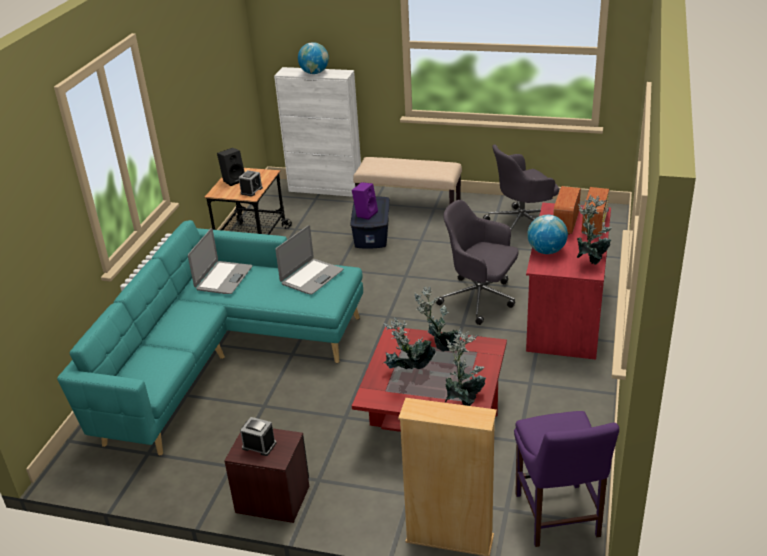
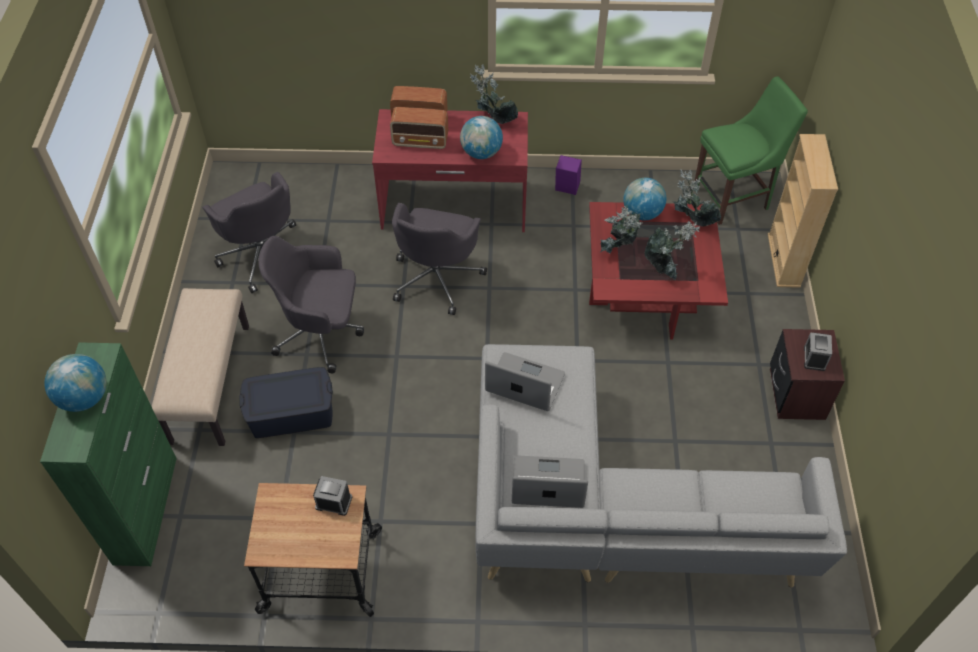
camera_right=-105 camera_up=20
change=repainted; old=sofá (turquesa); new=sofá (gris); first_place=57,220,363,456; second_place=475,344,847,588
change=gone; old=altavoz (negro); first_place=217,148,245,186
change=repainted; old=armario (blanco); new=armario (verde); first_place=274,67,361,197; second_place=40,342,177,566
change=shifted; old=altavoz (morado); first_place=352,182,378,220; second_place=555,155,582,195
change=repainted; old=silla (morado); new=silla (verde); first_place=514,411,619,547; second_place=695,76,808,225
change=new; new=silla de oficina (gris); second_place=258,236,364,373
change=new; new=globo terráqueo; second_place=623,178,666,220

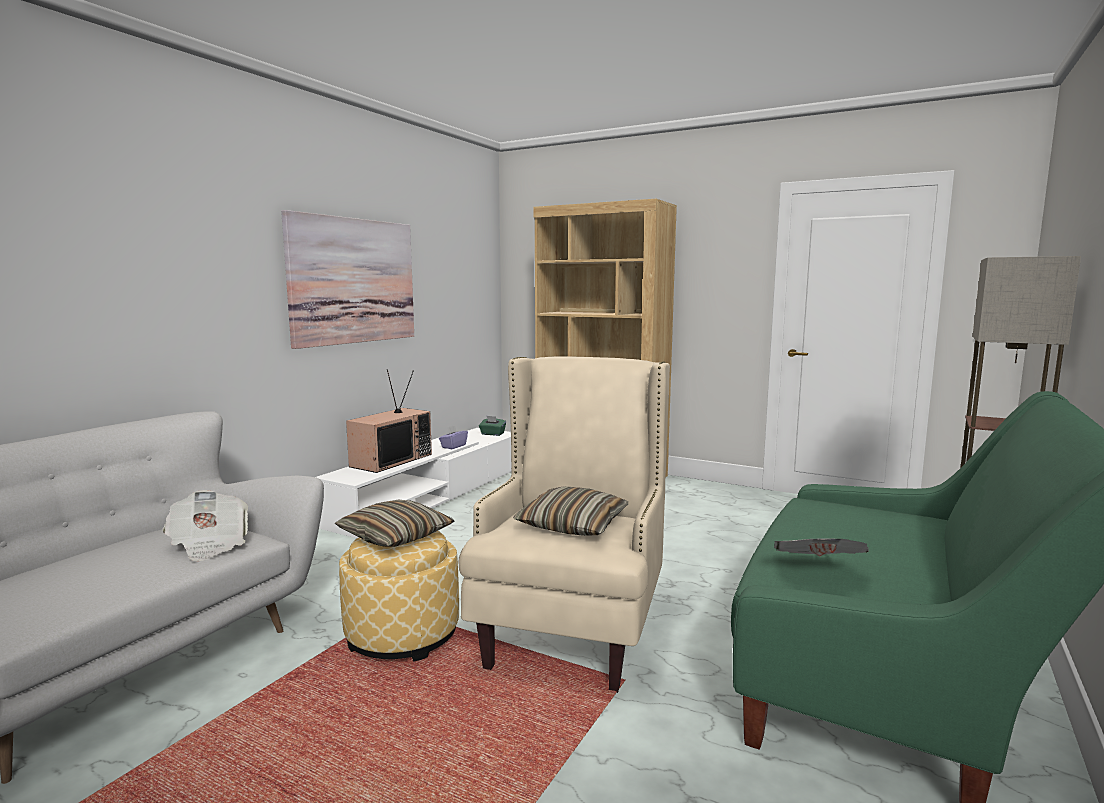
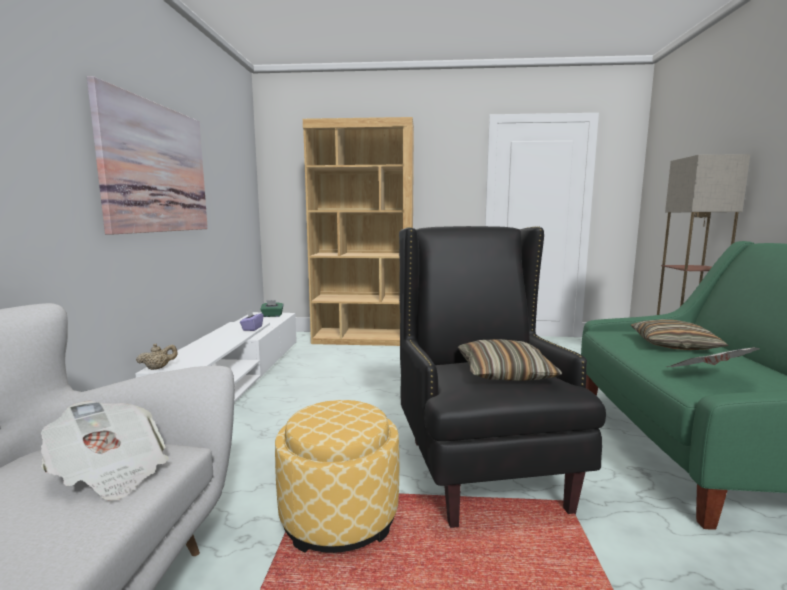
camera_right=-25 camera_up=0
change=shifted; old=cojín; first_place=335,500,454,547; second_place=631,319,729,350
change=gone; old=televisor; first_place=346,369,432,473
change=repainted; old=sillón (beis); new=sillón (negro); first_place=459,356,670,693; second_place=399,226,606,528
change=new; new=tetera (beis); second_place=136,343,178,370

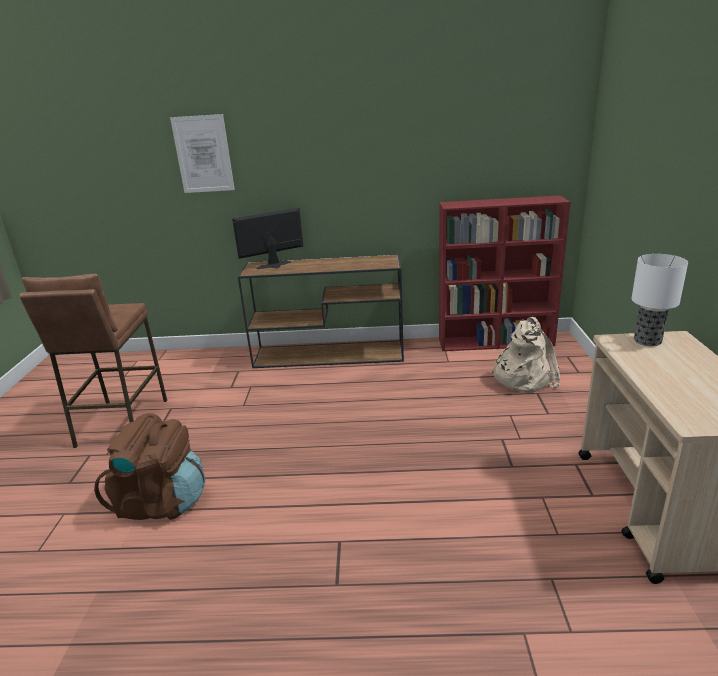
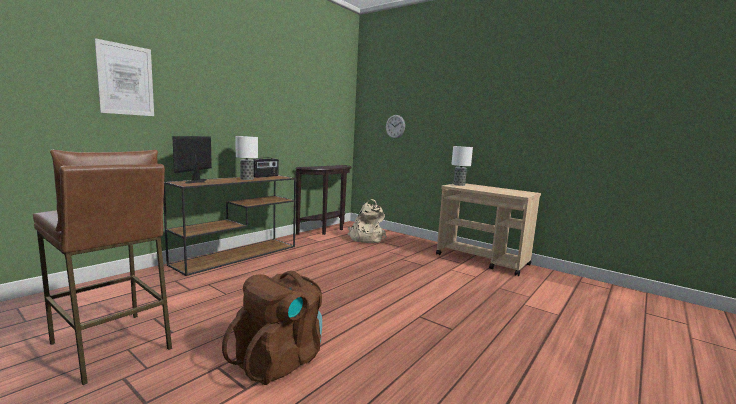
camera_right=-55 camera_up=-15
change=swapped; old=estantería (rojo); new=mesa consola (marrón); first_place=439,195,571,351; second_place=295,165,352,235
change=new; new=lámpara de mesa; second_place=235,136,258,180
change=new; new=radio; second_place=252,158,279,178
change=new; new=reloj de pared; second_place=386,115,405,138

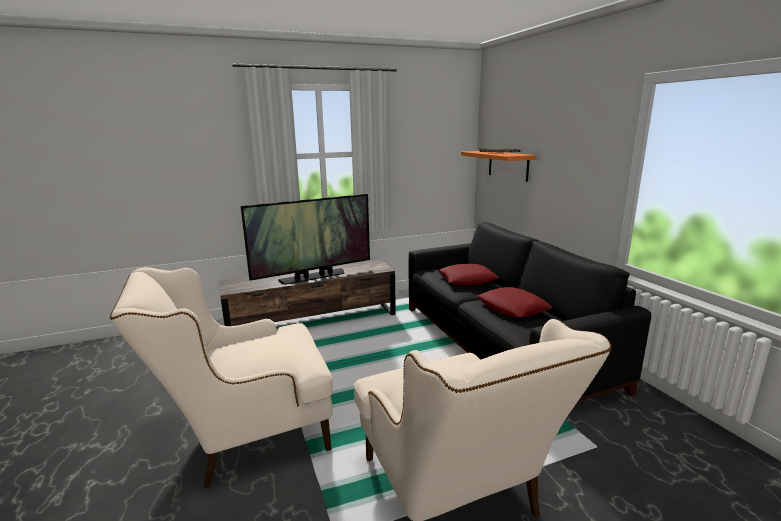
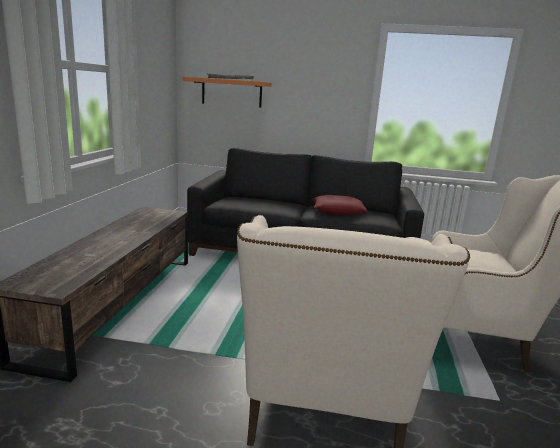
camera_right=-60 camera_up=0
change=gone; old=televisor; first_place=241,194,370,285
change=gone; old=cojín (rojo); first_place=438,264,499,286

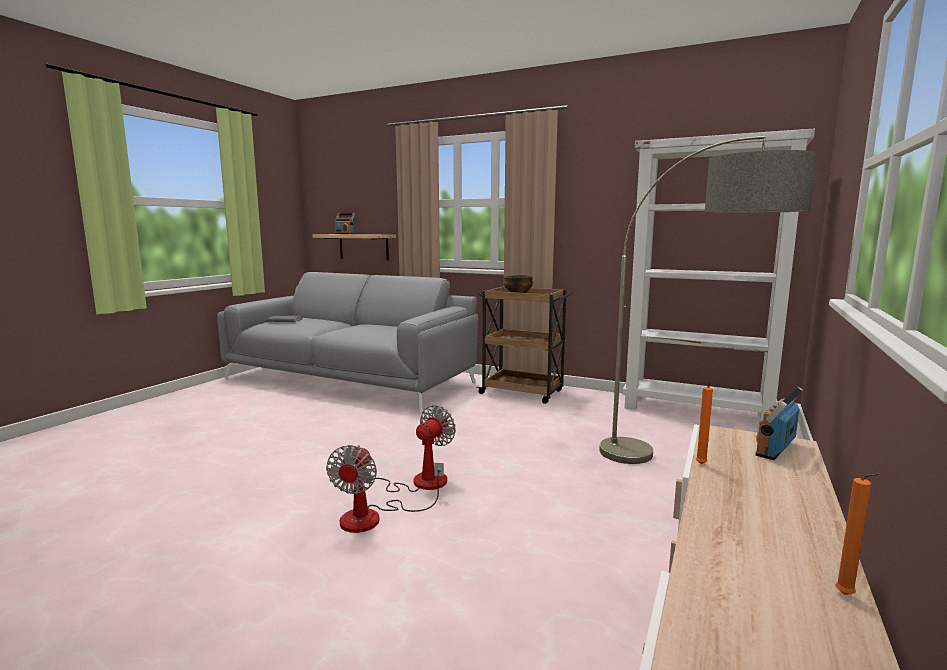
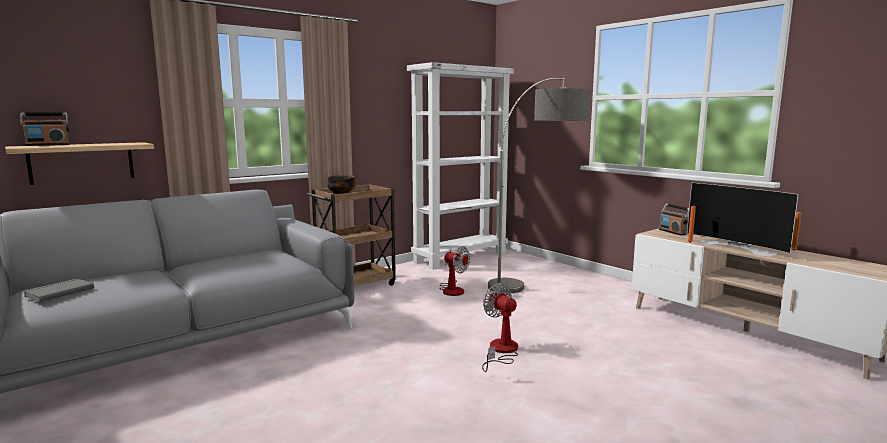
camera_right=-65 camera_up=0
change=shifted; old=ventilador; first_place=326,445,444,533; second_place=440,246,470,296
change=new; new=televisor; second_place=687,183,799,256

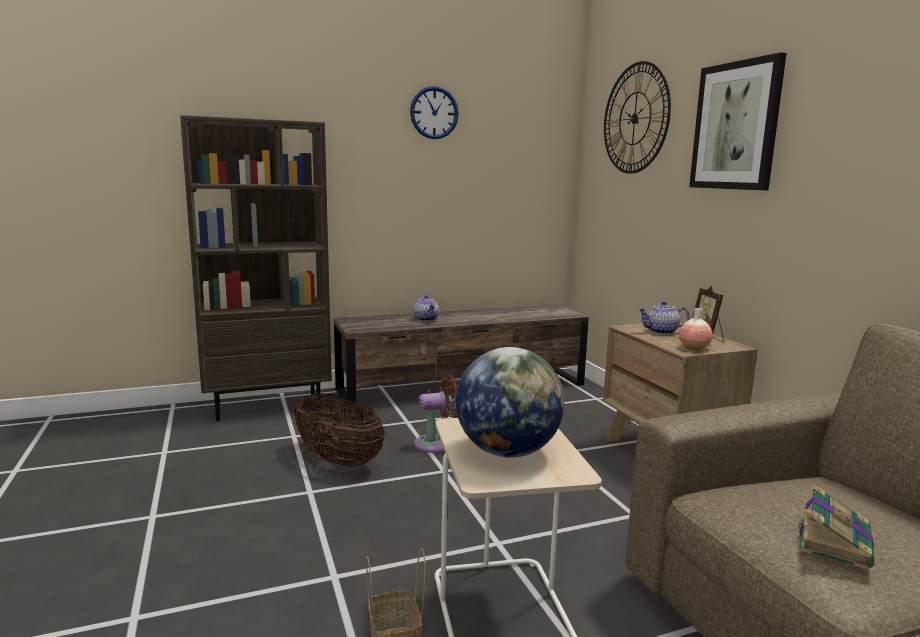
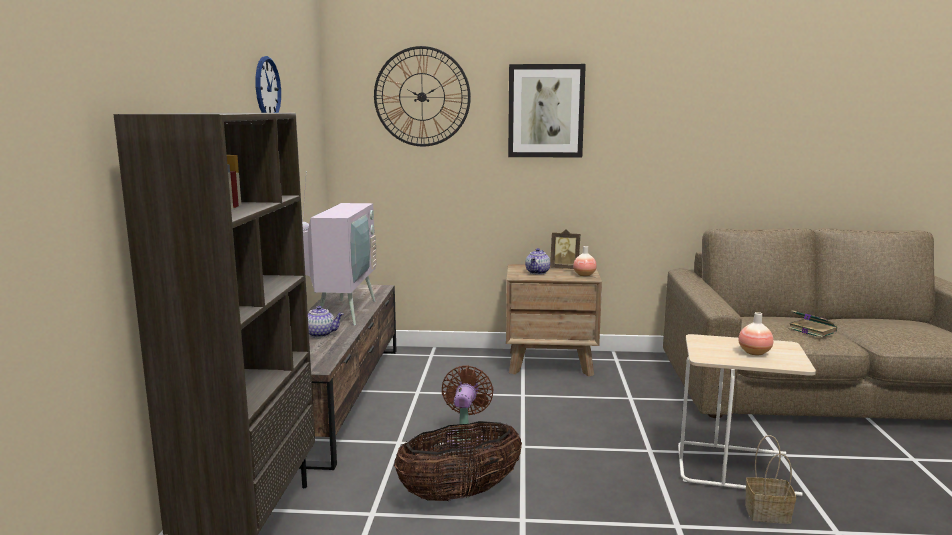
camera_right=-65 camera_up=0
change=swapped; old=globo terráqueo; new=florero; first_place=456,347,564,458; second_place=738,312,774,355
change=new; new=televisor; second_place=302,171,377,326

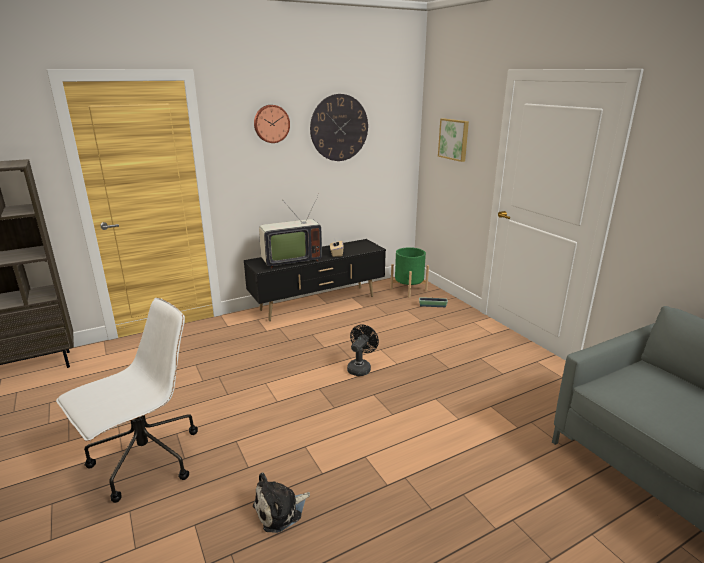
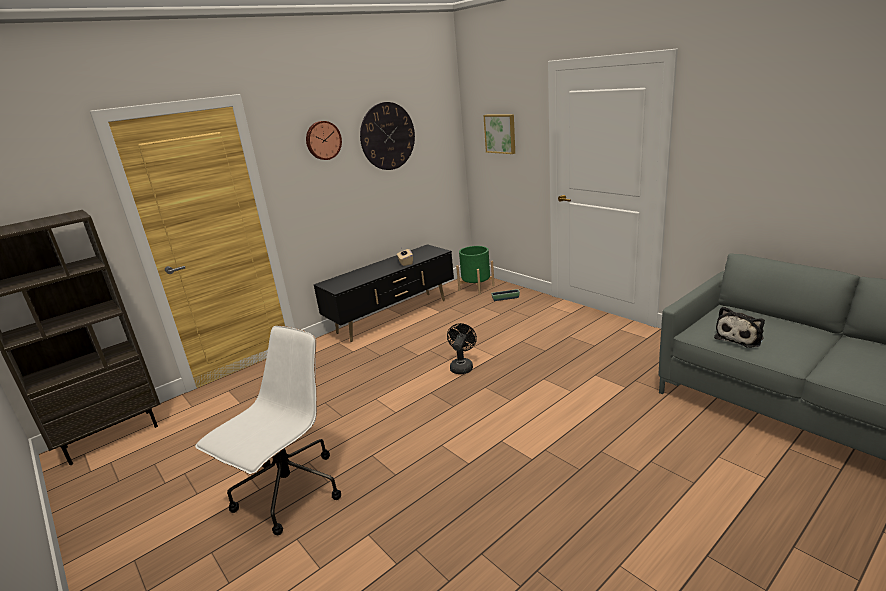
camera_right=-10 camera_up=0
change=shifted; old=peluche; first_place=253,472,310,533; second_place=714,307,765,348
change=gone; old=televisor; first_place=259,194,322,269

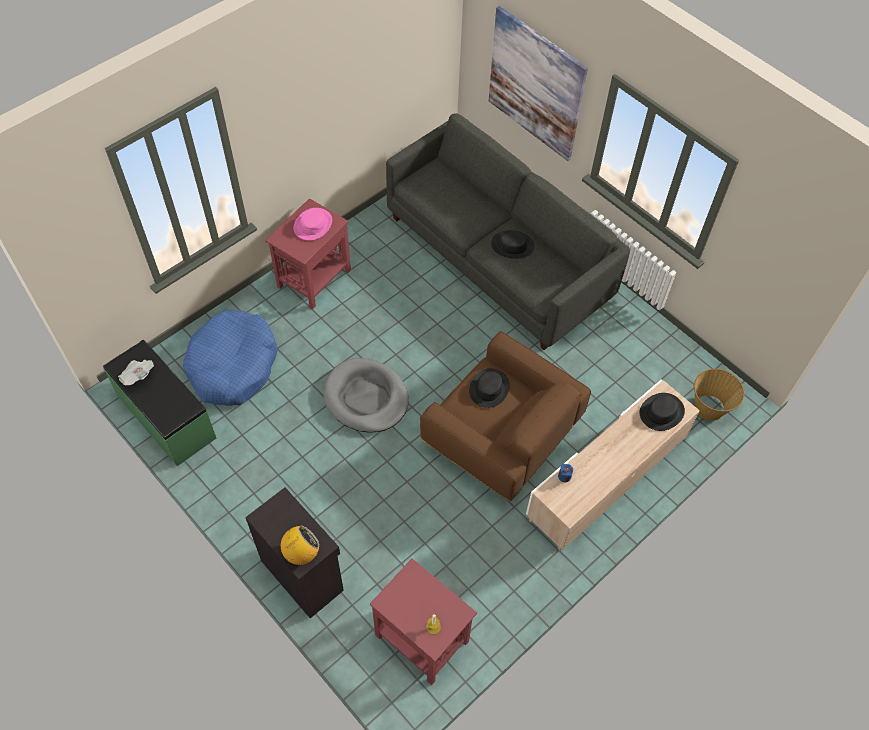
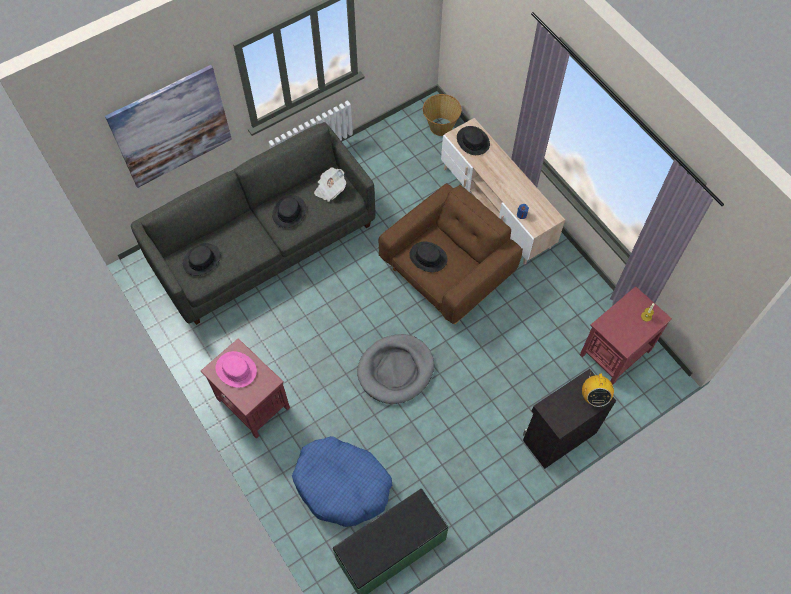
camera_right=-80 camera_up=5
change=shifted; old=periódico; first_place=118,360,154,385; second_place=314,167,346,202
change=rotated; old=radio; first_place=281,526,320,565; second_place=582,371,614,407; degrees=-150
change=new; new=sombrero (negro); second_place=183,243,220,276

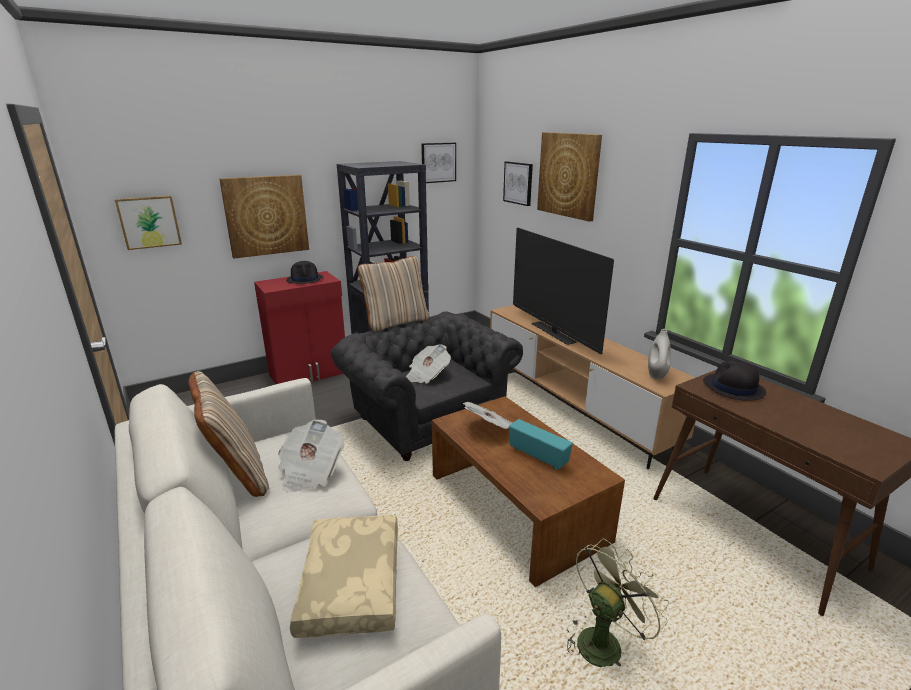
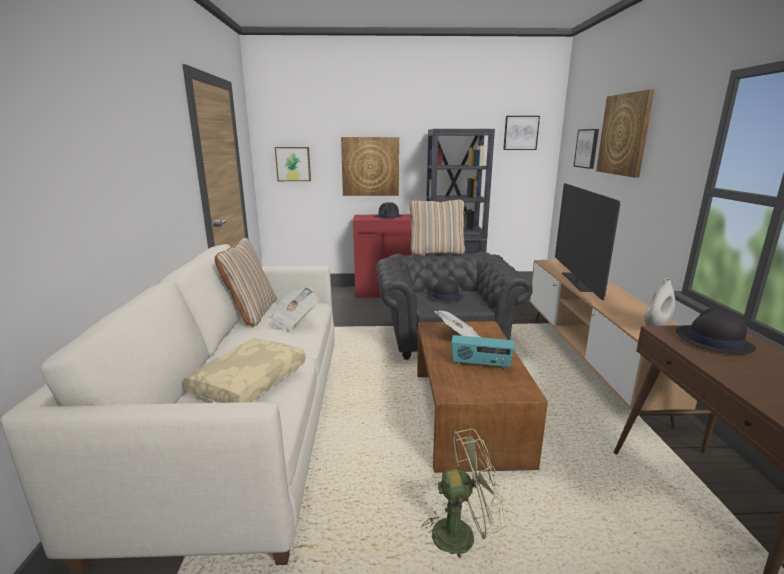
camera_right=30 camera_up=-5
change=swapped; old=periódico; new=sombrero (negro); first_place=406,344,451,383; second_place=427,278,464,302
change=rotated; old=radio; first_place=509,419,573,470; second_place=451,335,514,370; degrees=120

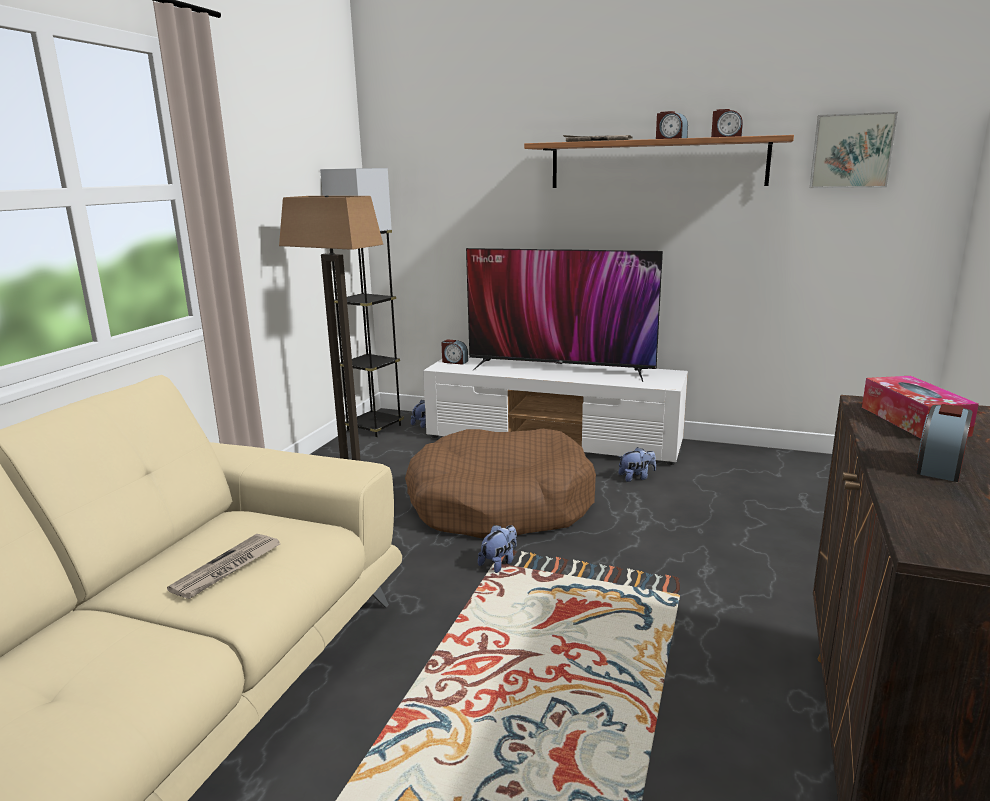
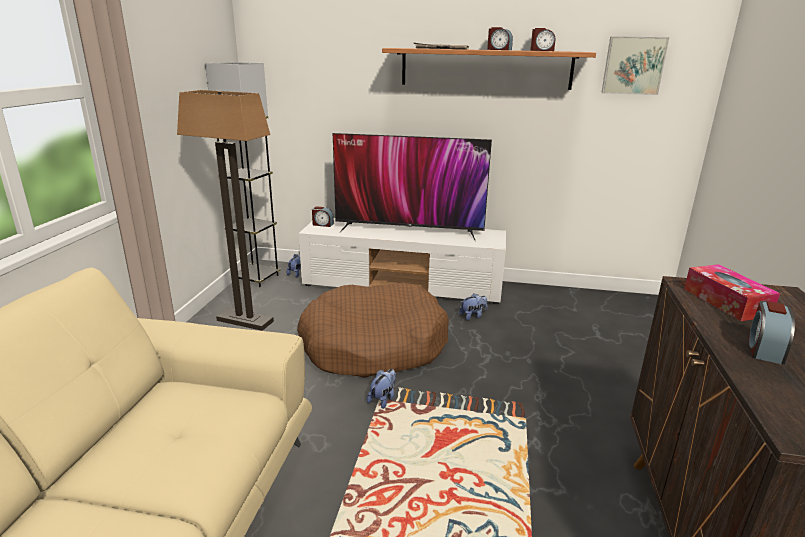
camera_right=-10 camera_up=5
change=gone; old=periódico; first_place=167,534,280,599

